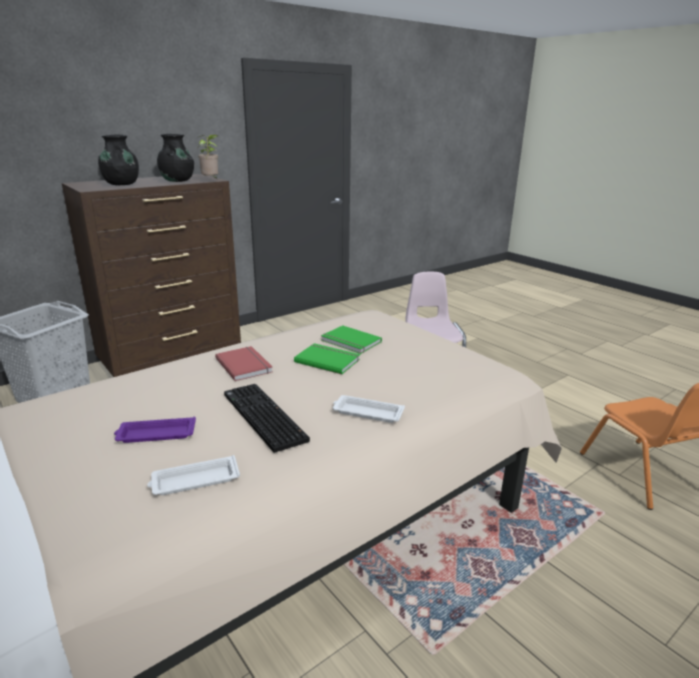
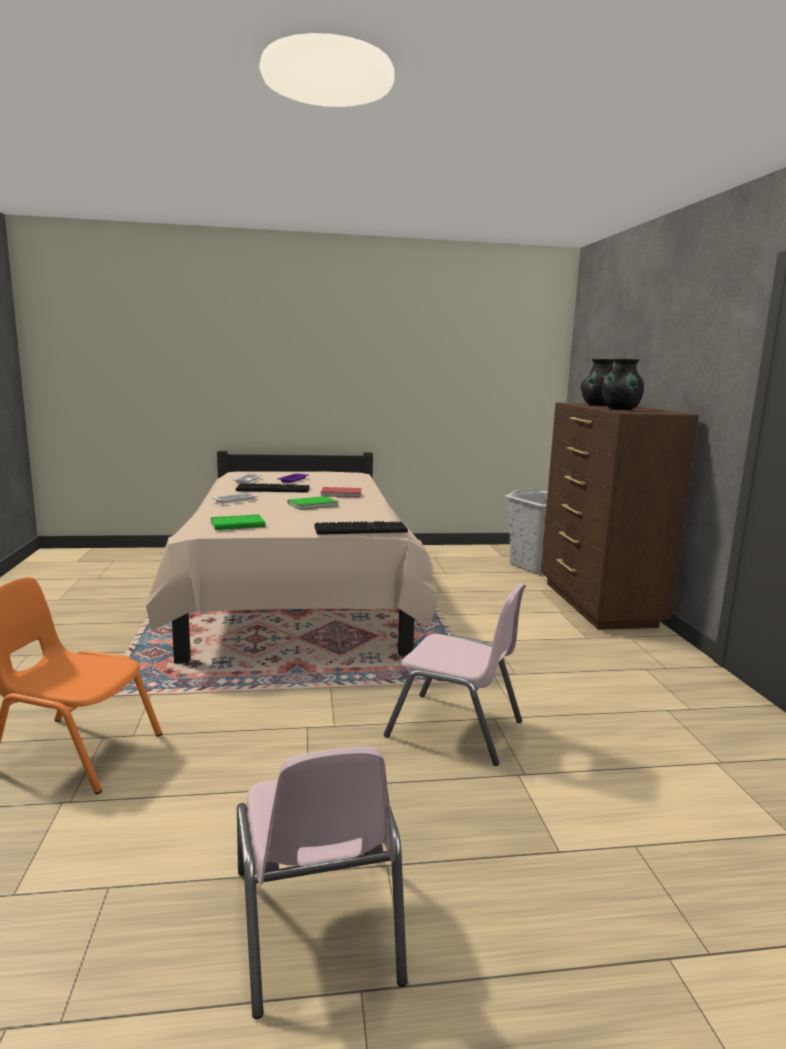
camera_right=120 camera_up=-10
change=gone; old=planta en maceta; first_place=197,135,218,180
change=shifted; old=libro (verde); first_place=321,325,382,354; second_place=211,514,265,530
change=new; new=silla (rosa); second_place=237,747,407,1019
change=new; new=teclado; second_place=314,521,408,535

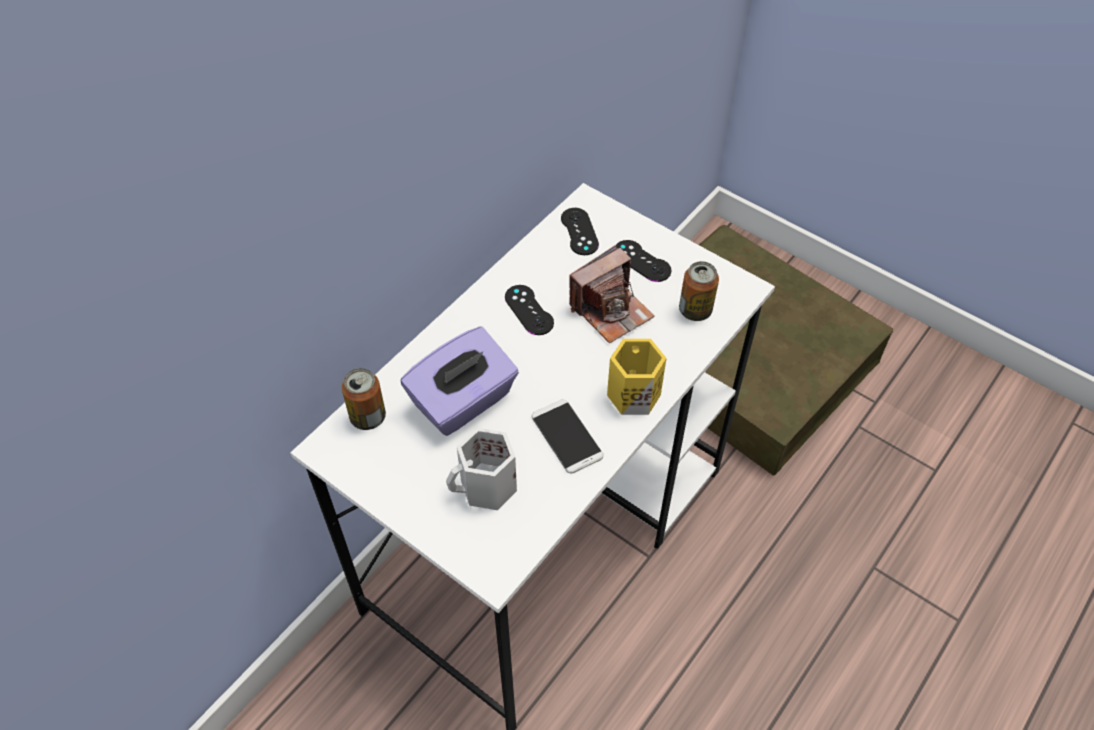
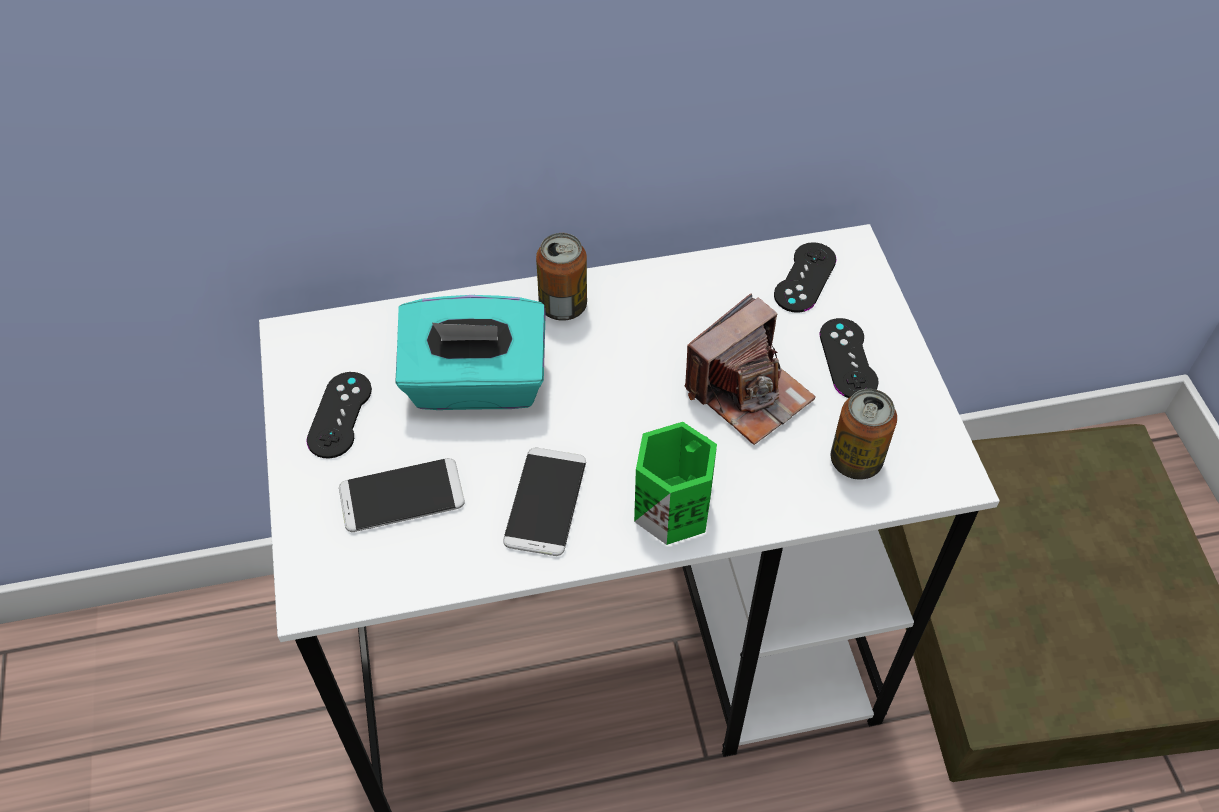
camera_right=40 camera_up=0
change=shifted; old=lata; first_place=342,368,386,430; second_place=536,233,587,321
change=repainted; old=caja de pañuelos (morado); new=caja de pañuelos (turquesa); first_place=401,327,519,436; second_place=395,295,546,410
change=swapped; old=taza grande (blanco); new=móvil; first_place=446,428,517,510; second_place=339,458,465,532
change=shifted; old=mando de consola (negro); first_place=505,285,554,335; second_place=306,372,372,459
change=rotated; old=cámara; first_place=569,245,654,343; second_place=685,293,816,445; degrees=-45
change=repainted; old=taza grande (amarillo); new=taza grande (verde); first_place=607,339,666,415; second_place=634,422,717,545

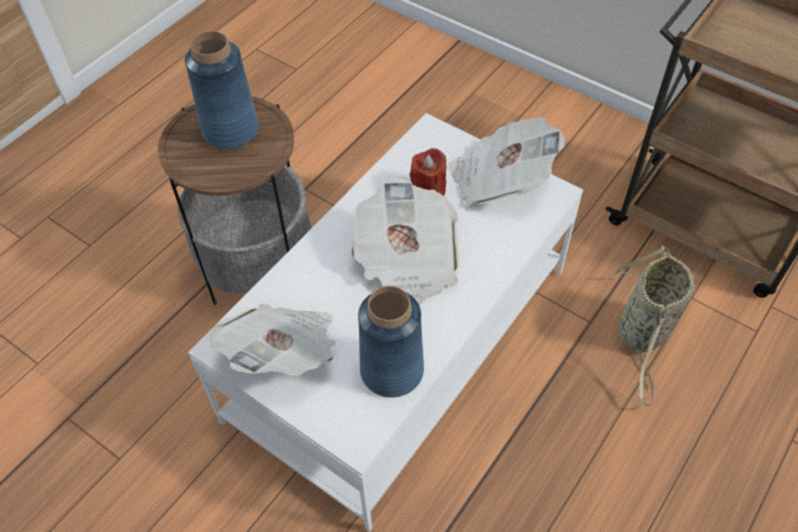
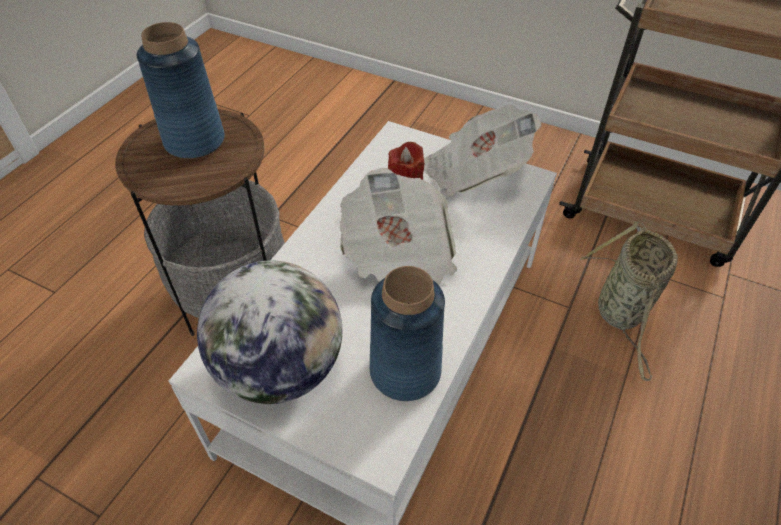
camera_right=-10 camera_up=-5
change=swapped; old=periódico; new=globo terráqueo; first_place=210,304,336,376; second_place=197,260,342,404

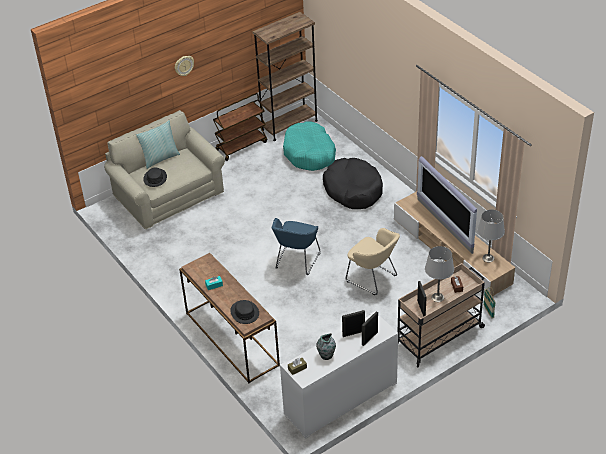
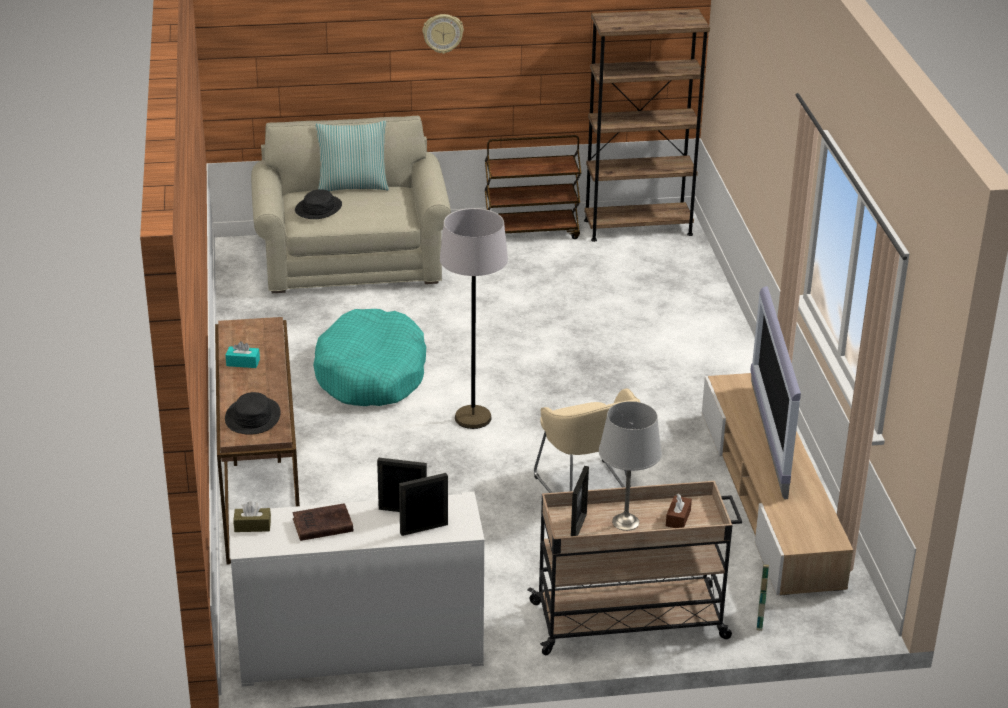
camera_right=25 camera_up=-10
change=swapped; old=sillón (azul); new=lámpara de pie (gris); first_place=272,218,320,275; second_place=440,208,508,429
change=shifted; old=cama para perro (turquesa); first_place=283,121,336,171; second_place=313,309,426,406
change=swapped; old=florero; new=libro (marrón); first_place=316,333,336,360; second_place=292,503,353,541
change=gone; old=cama para perro (negro); first_place=323,158,383,209
change=gone; old=lámpara de mesa (gris); first_place=477,210,505,262

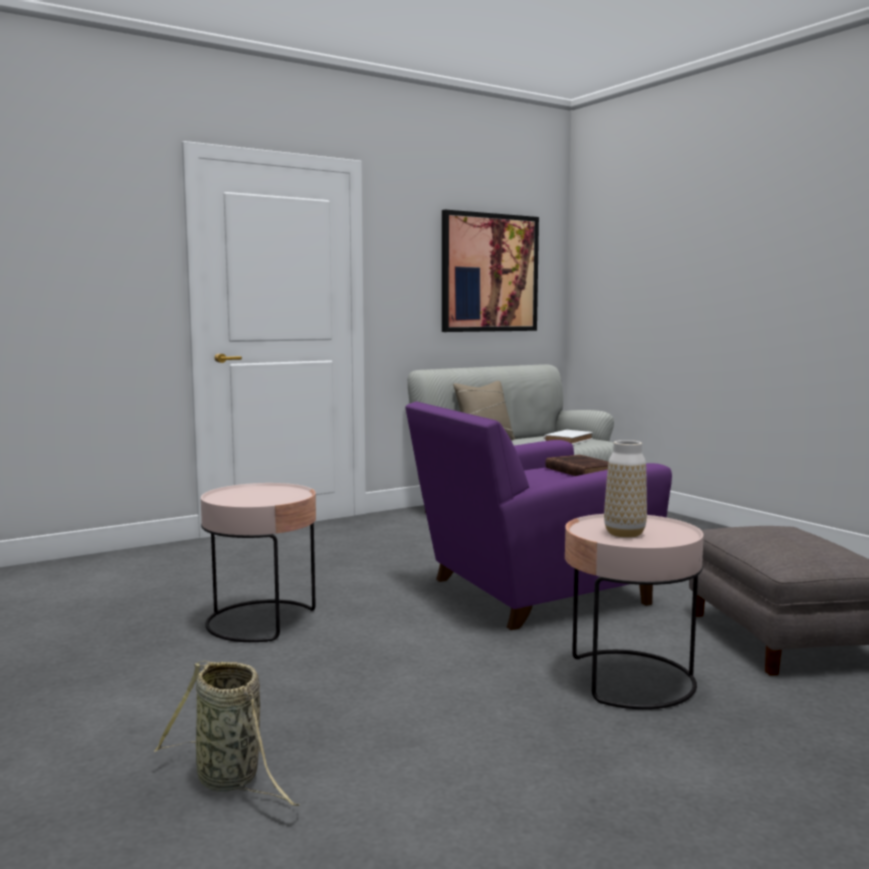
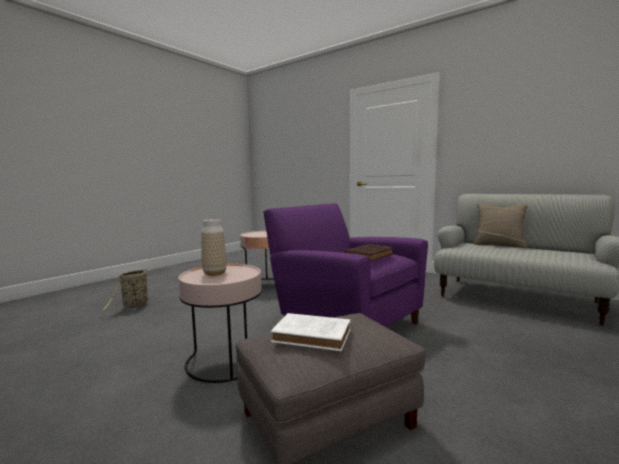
camera_right=70 camera_up=0
change=gone; old=cuadro; first_place=442,210,539,332
change=shifted; old=libro (blanco); first_place=544,430,593,445; second_place=271,313,351,351

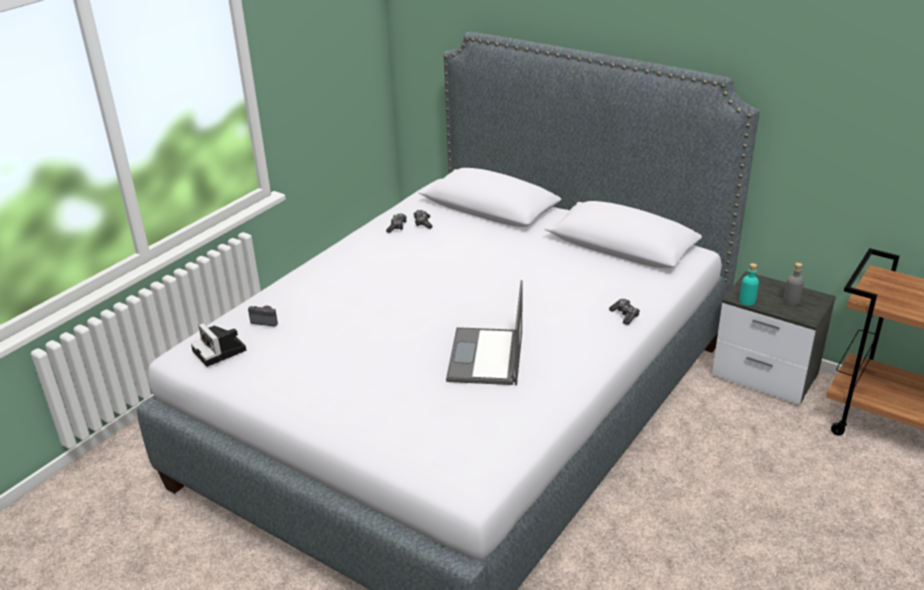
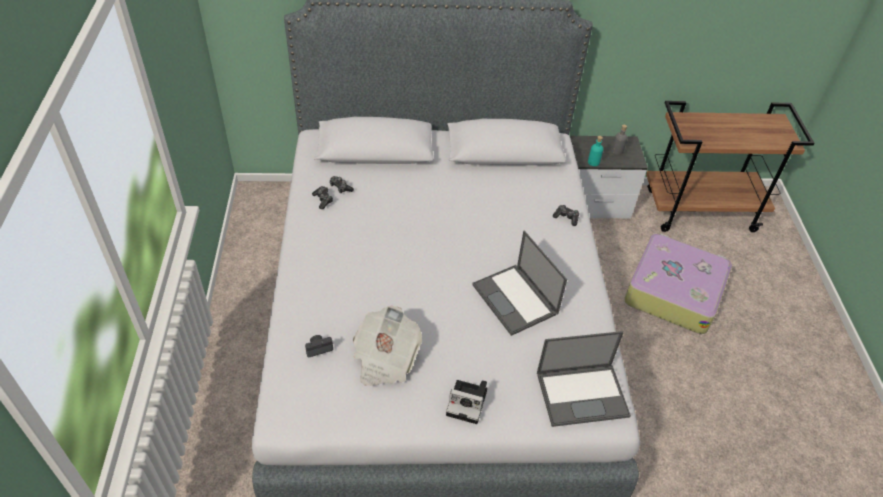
camera_right=-40 camera_up=15
change=shifted; old=cámara; first_place=191,323,246,367; second_place=446,380,487,424
change=new; new=periódico; second_place=353,306,422,386
change=new; new=portátil; second_place=537,331,631,427
change=new; new=maleta; second_place=624,233,732,334

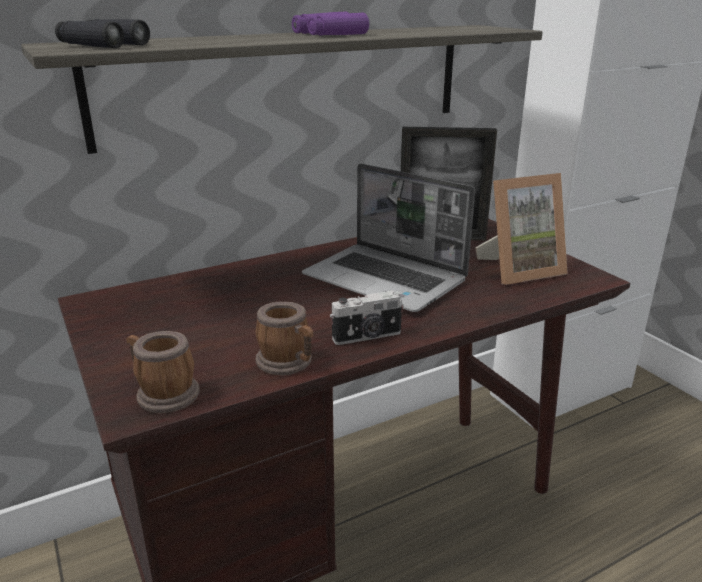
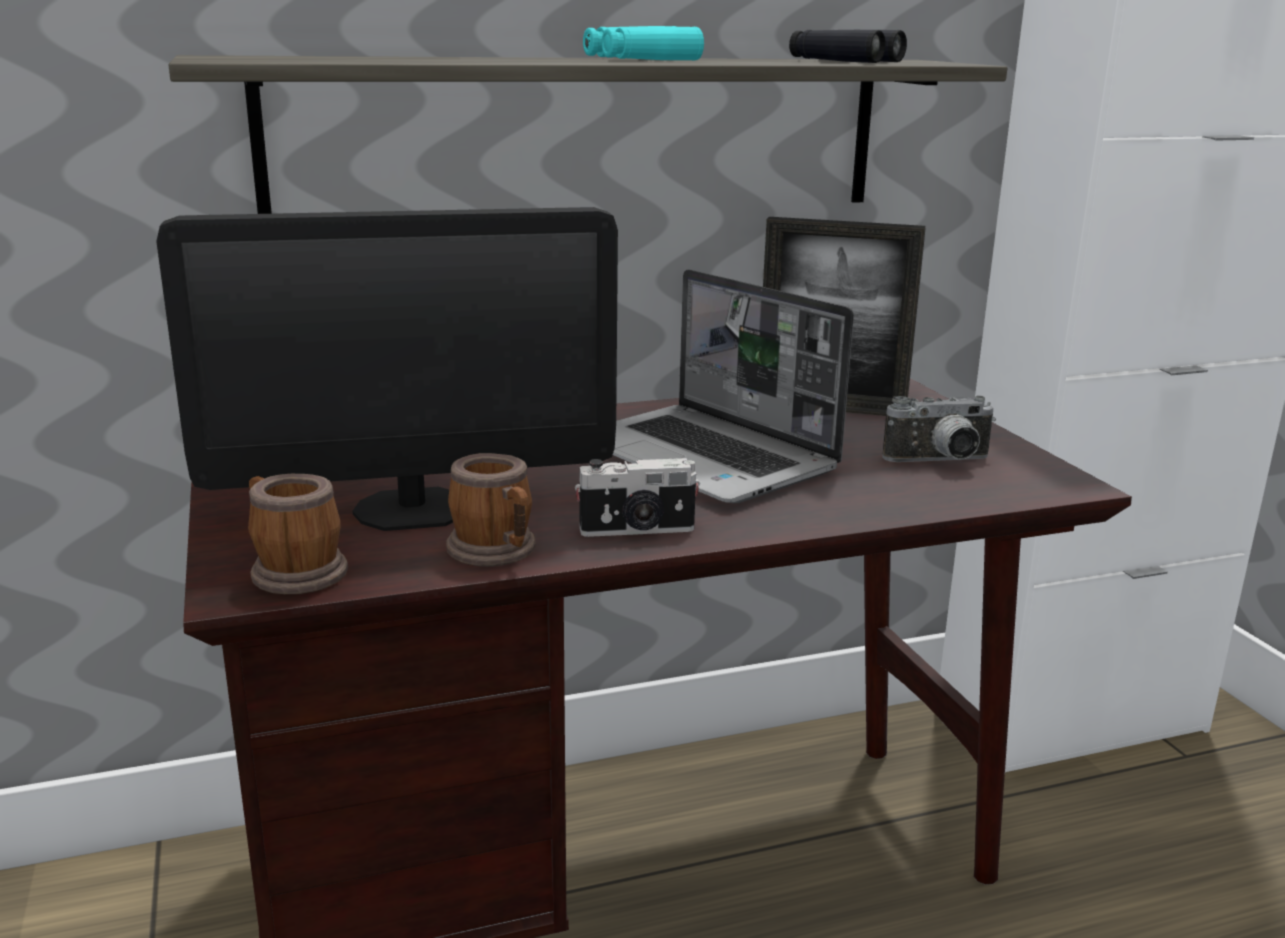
camera_right=10 camera_up=-5
change=shifted; old=prismáticos (negro); first_place=55,19,150,48; second_place=789,30,907,63
change=repainted; old=prismáticos (morado); new=prismáticos (turquesa); first_place=292,11,369,35; second_place=583,26,704,61
change=swapped; old=portarretratos; new=cámara; first_place=475,173,568,285; second_place=883,395,996,462
change=new; new=monitor; second_place=156,207,618,531

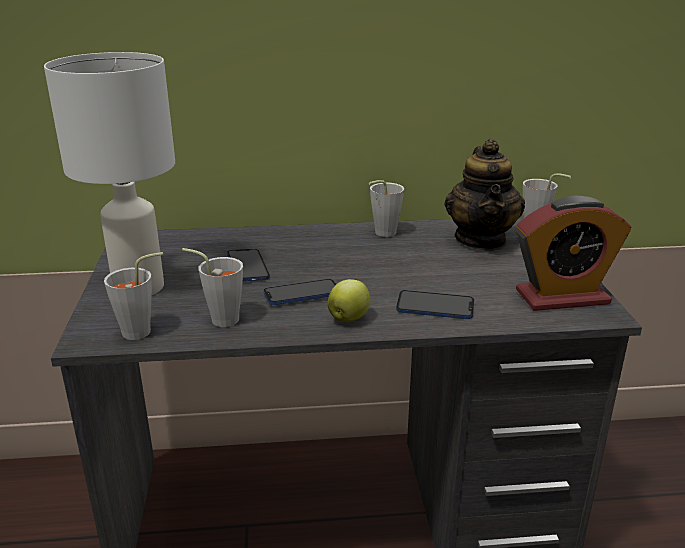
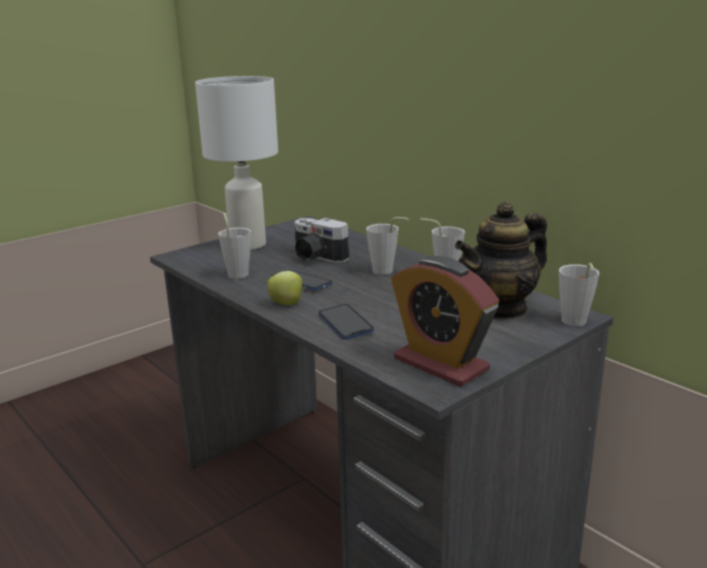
camera_right=55 camera_up=-5
change=shifted; old=taza (gris); first_place=104,252,163,340; second_place=366,217,409,275
change=swapped; old=móvil; new=cámara; first_place=227,249,270,281; second_place=294,218,349,263

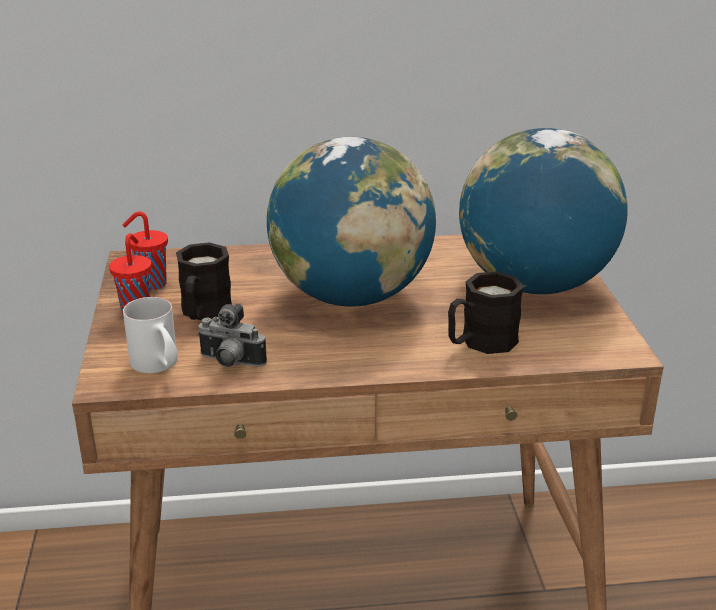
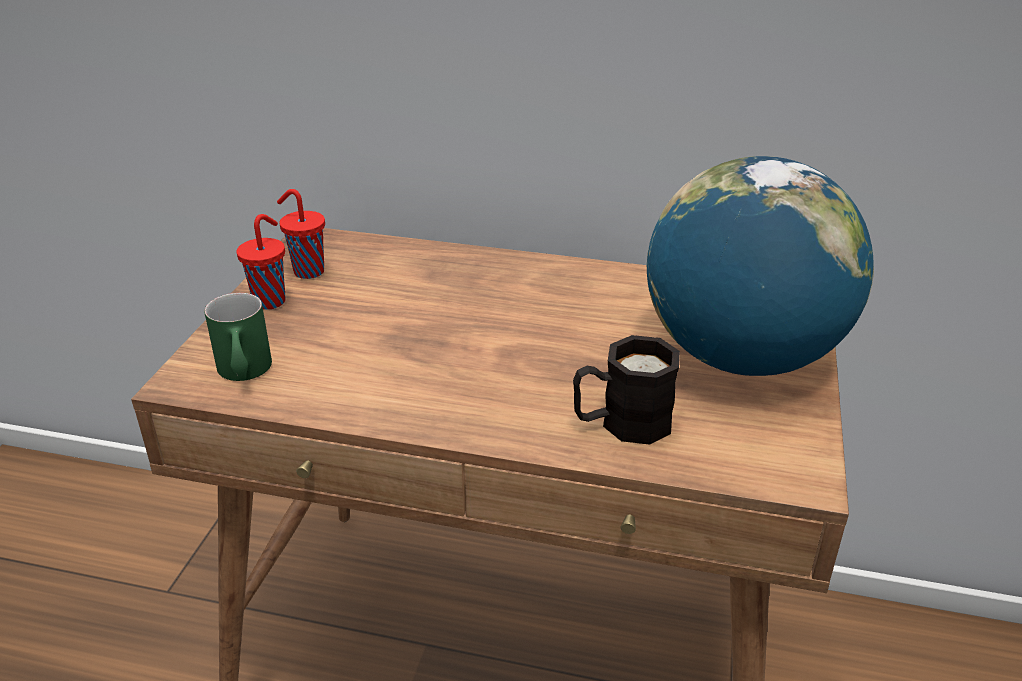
camera_right=20 camera_up=5
change=repainted; old=taza grande (blanco); new=taza grande (verde); first_place=123,297,178,373; second_place=204,293,272,381
change=gone; old=taza grande (negro); first_place=176,242,232,320
change=gone; old=cámara; first_place=197,303,267,367
change=gone; old=globo terráqueo; first_place=267,137,436,307

